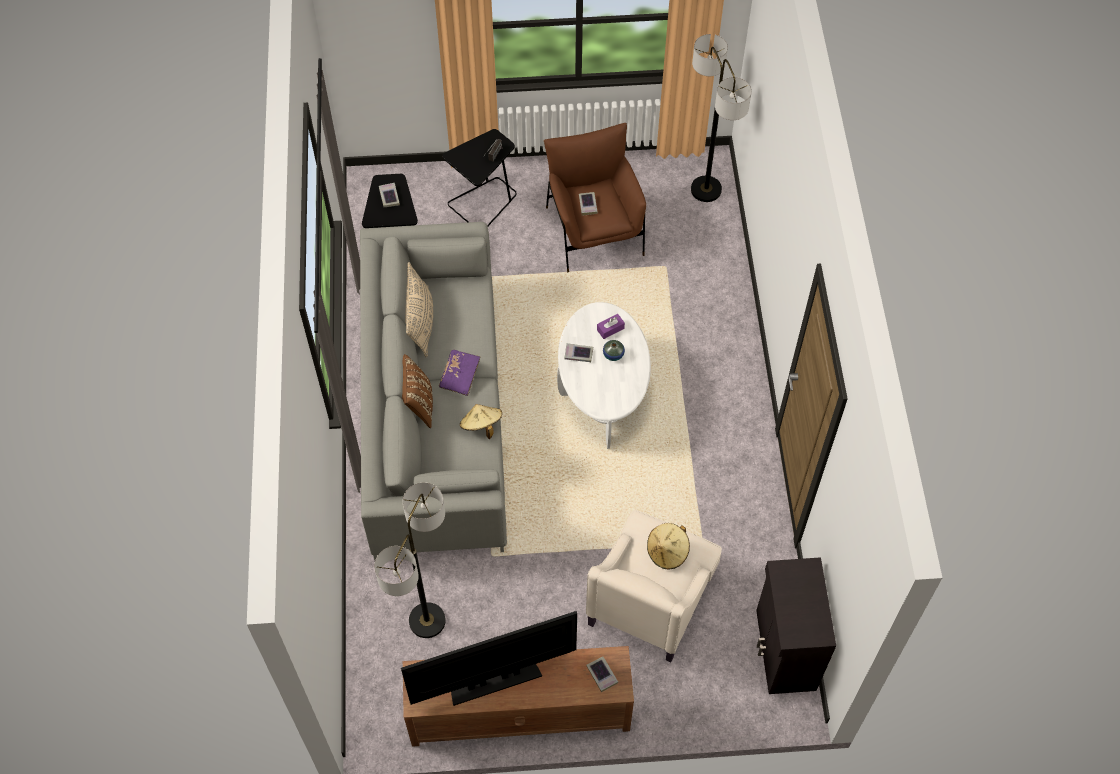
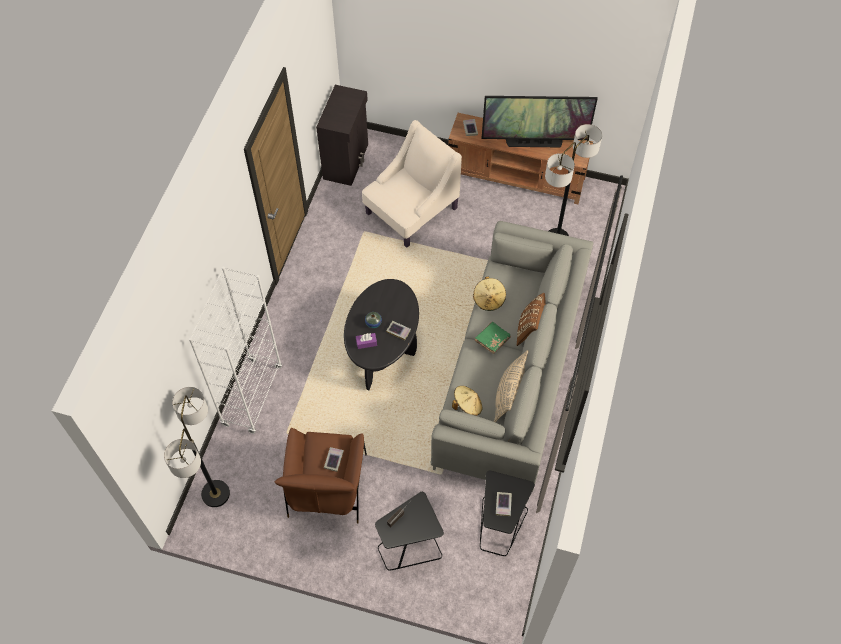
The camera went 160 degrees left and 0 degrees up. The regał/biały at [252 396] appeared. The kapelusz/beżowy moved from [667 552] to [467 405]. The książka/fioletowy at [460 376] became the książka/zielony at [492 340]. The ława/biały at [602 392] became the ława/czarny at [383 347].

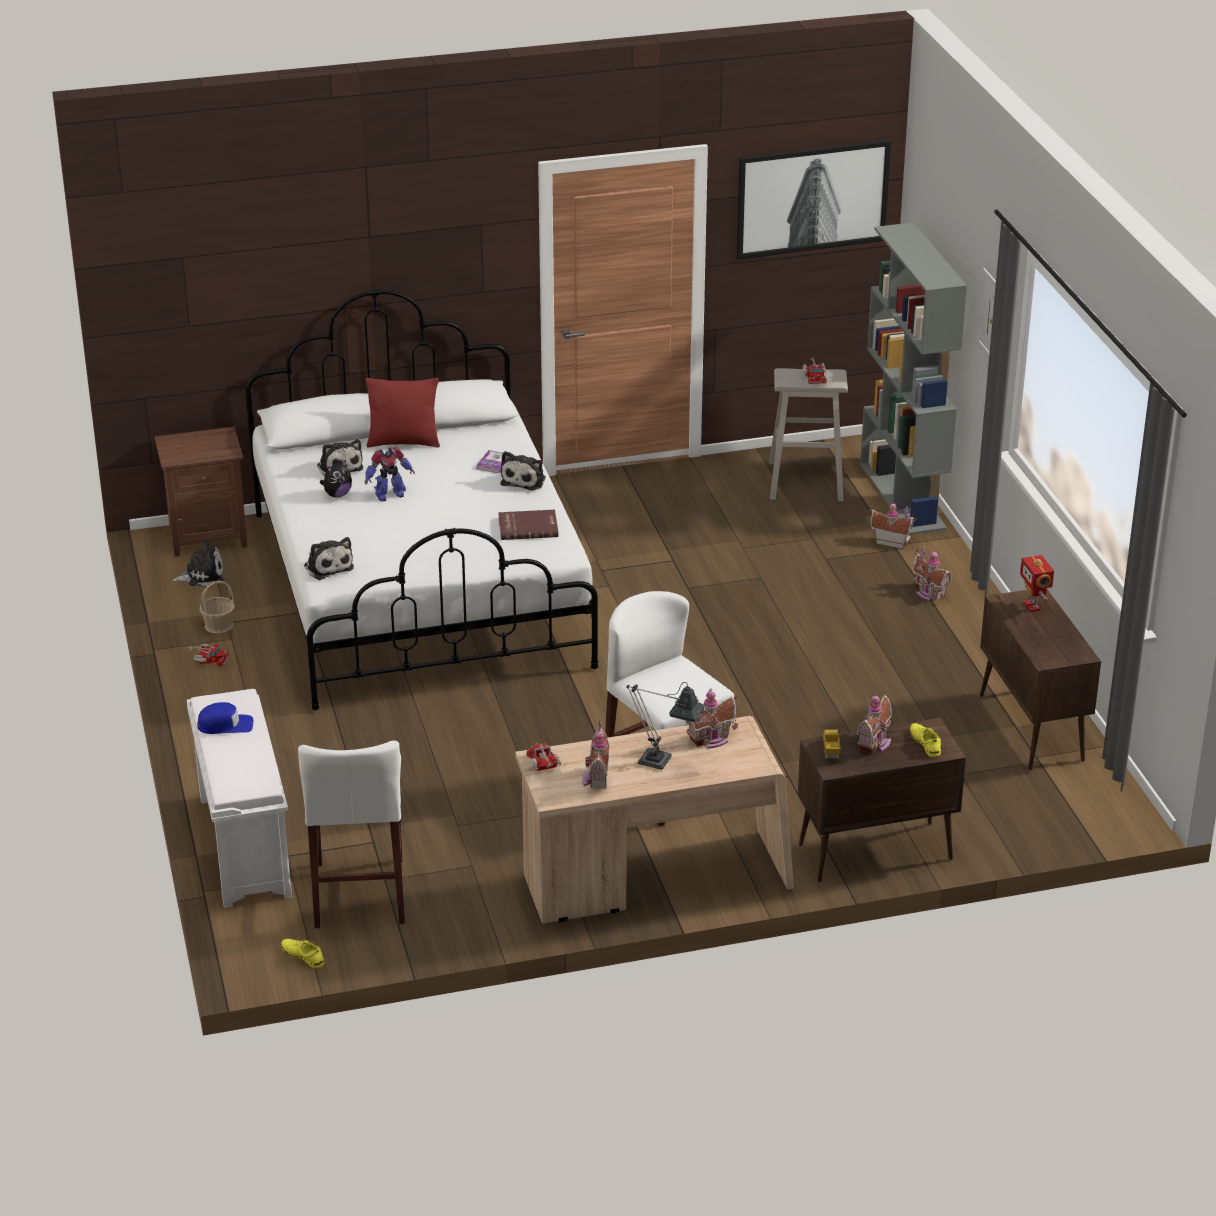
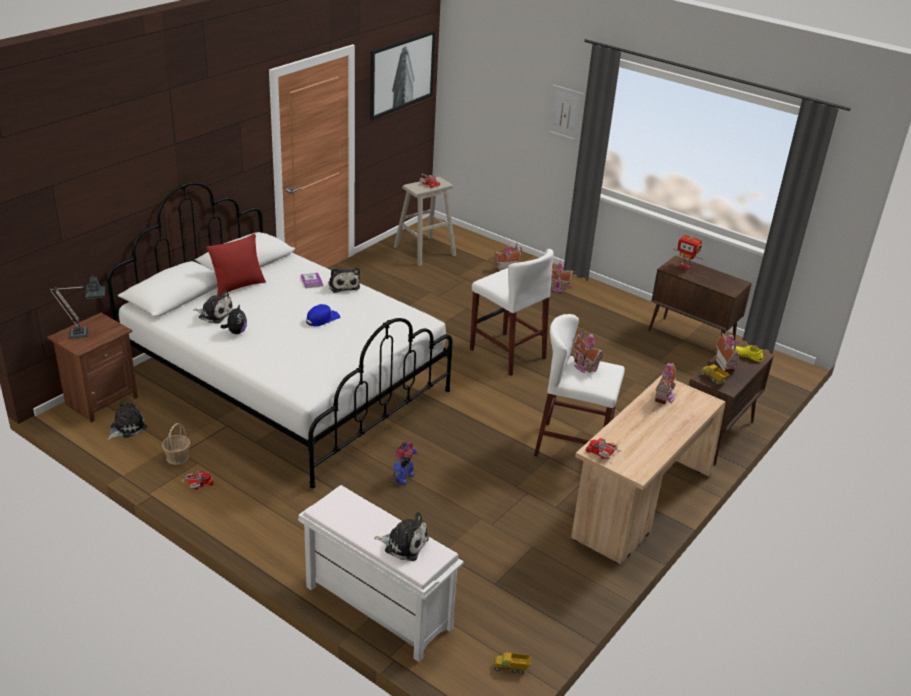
The camera went 40 degrees left and 0 degrees up. The książka/czerwony at [528 527] disappeared. The regał/szary at [903 496] disappeared. The czapka z daszkiem/niebieski moved from [225 725] to [322 319]. The stołek/biały moved from [359 892] to [507 353]. The pluszak moved from [327 566] to [404 544]. The robot zabawkowy moved from [389 495] to [403 477]. The domek moved from [595 778] to [584 366]. The lampa stołowa moved from [662 762] to [84 333]. The but/żółty at [302 955] was replaced by the ciężarówka zabawkowa at [511 668].

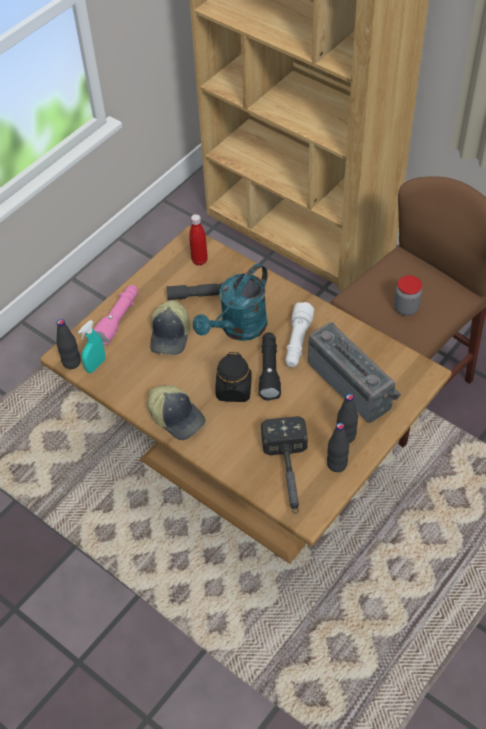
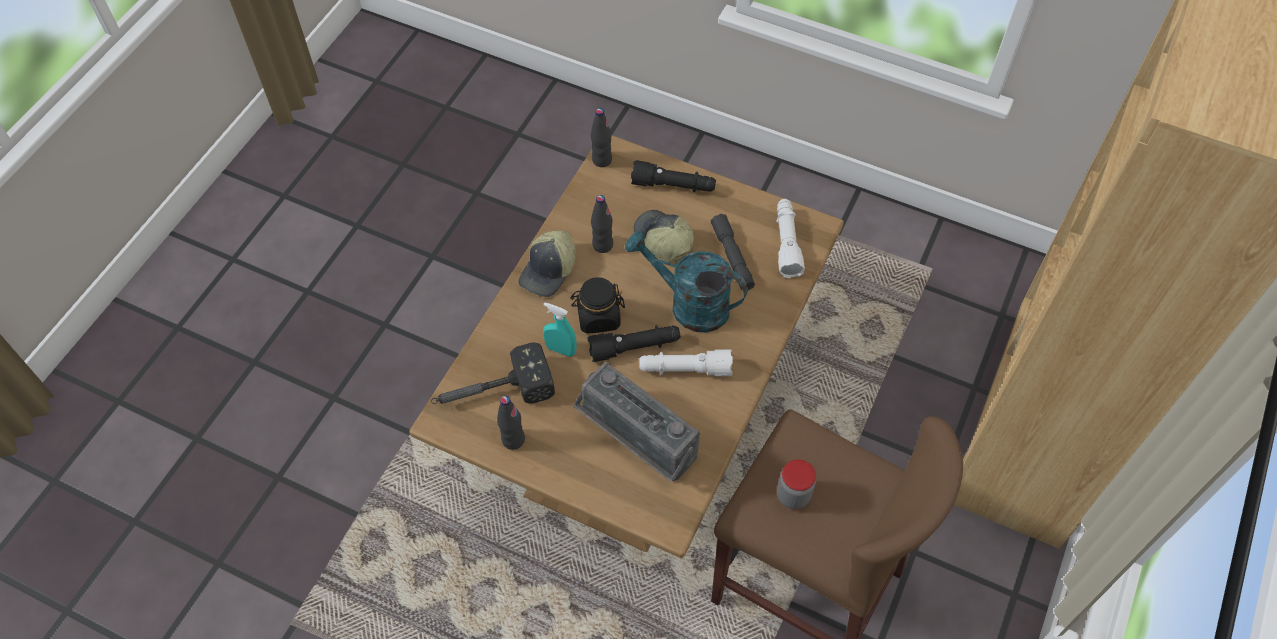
The camera went 75 degrees right and 5 degrees up. The spryskiwacz/turkusowy moved from [95 365] to [561 350]. The butelka/czarny moved from [345 436] to [602 245]. The butelka/czerwony at [199 260] was replaced by the latarka/biały at [786 243]. The latarka/różowy at [118 319] became the latarka/czarny at [673 186]. The czapka z daszkiem at [171 335] turned 60 degrees clockwise. The radio at [353 383] turned 90 degrees clockwise.

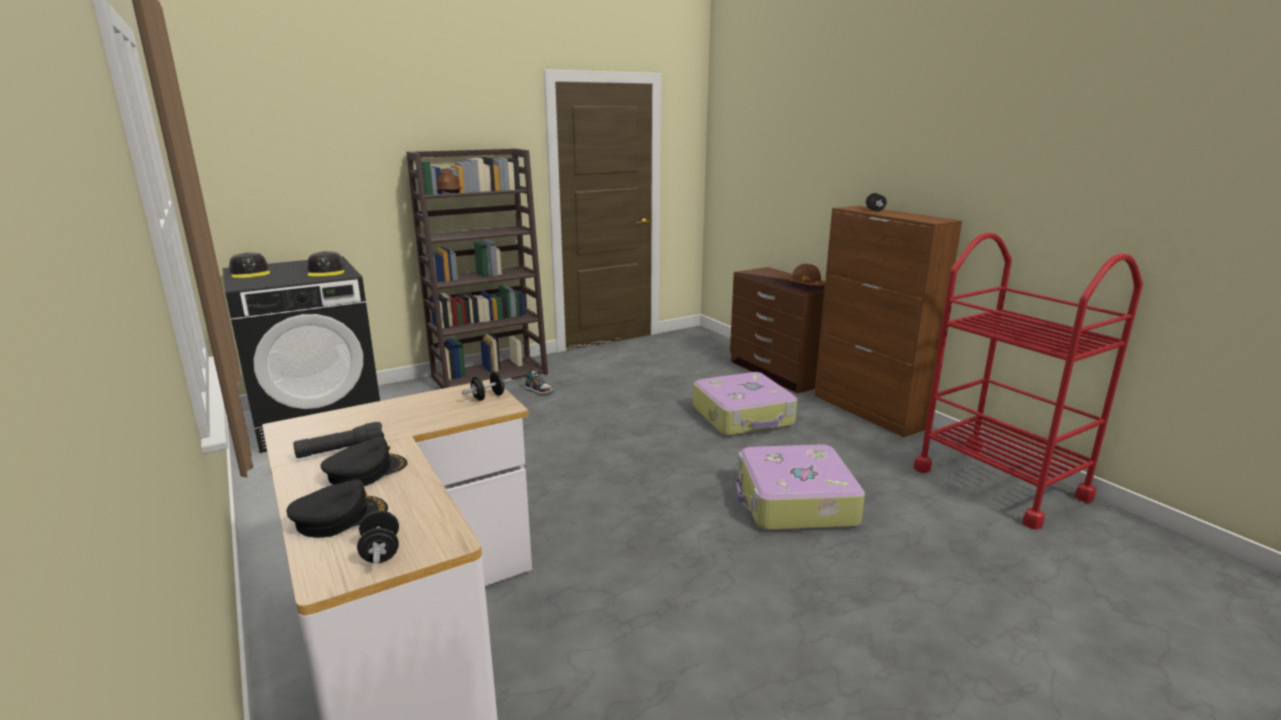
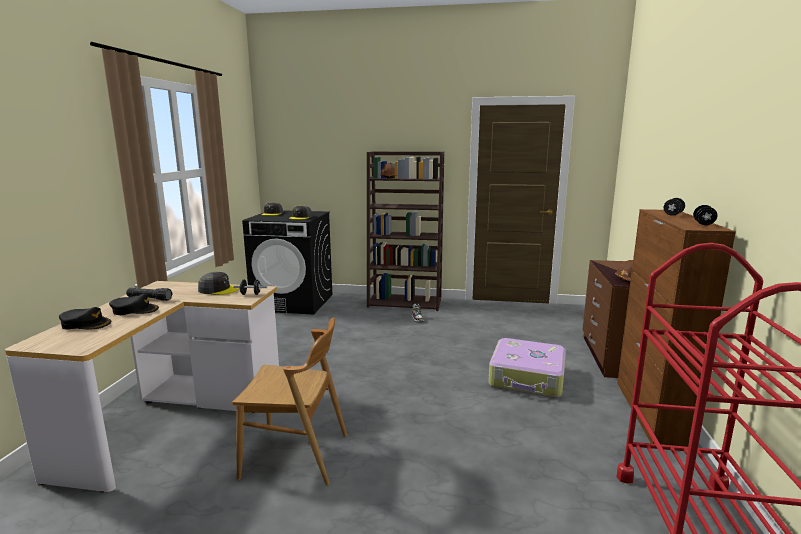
The camera went 40 degrees right and 5 degrees down. The walizka at [794 503] disappeared. The czapka z daszkiem/szary at [219 289] appeared. The krzesło/brązowy at [296 455] appeared. The hantel/czarny moved from [381 552] to [703 224].

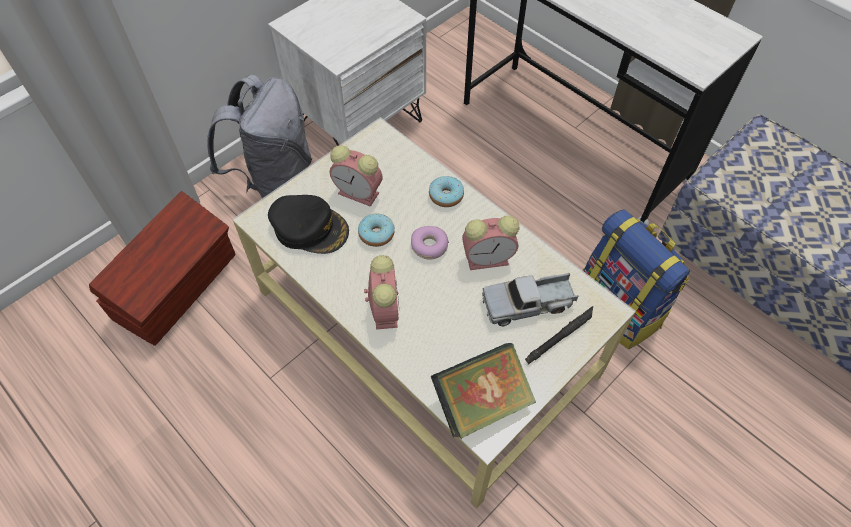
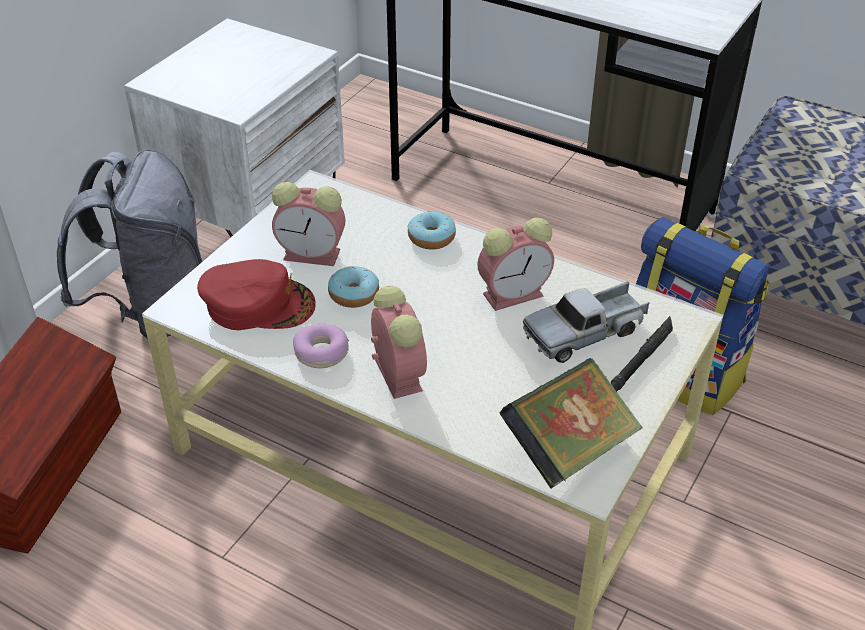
The camera went 15 degrees left and 15 degrees down. The donut moved from [429 246] to [321 353]. The czapka z daszkiem/czarny at [310 228] became the czapka z daszkiem/czerwony at [258 304].

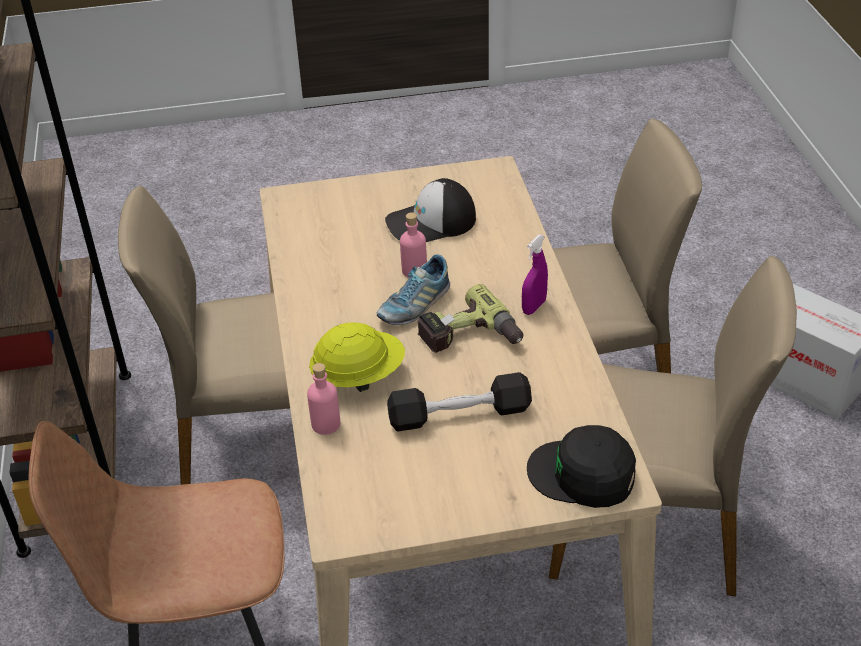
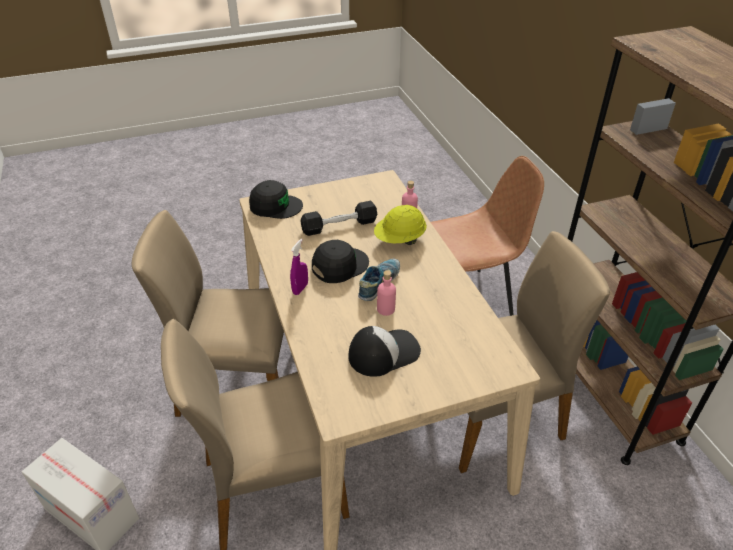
The camera went 170 degrees right and 0 degrees up. The wiertarka at [470 338] was replaced by the czapka z daszkiem/czarny at [339 266].

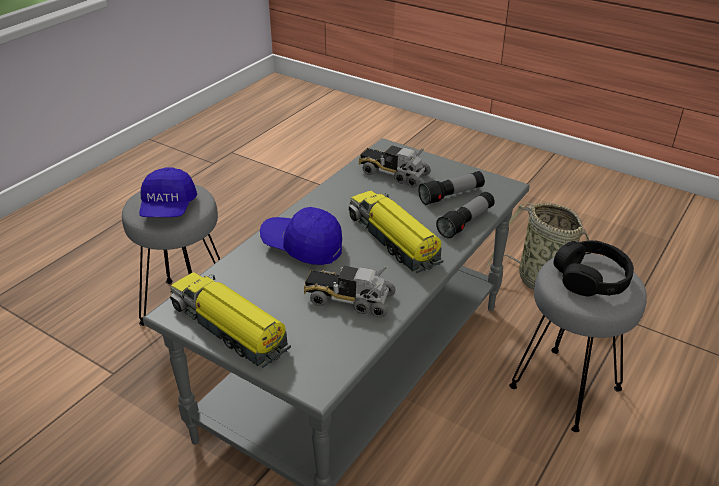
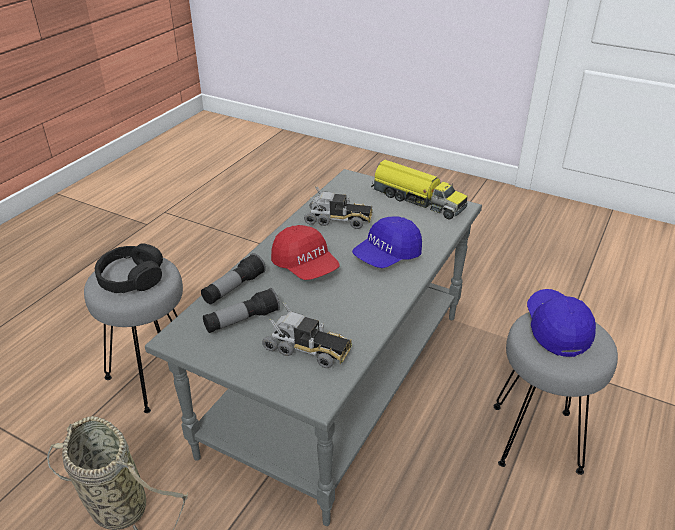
The camera went 175 degrees right and 0 degrees up. The ciężarówka zabawkowa at [394 240] was replaced by the czapka z daszkiem/czerwony at [305 266]. The czapka z daszkiem/niebieski at [302 247] turned 120 degrees clockwise.

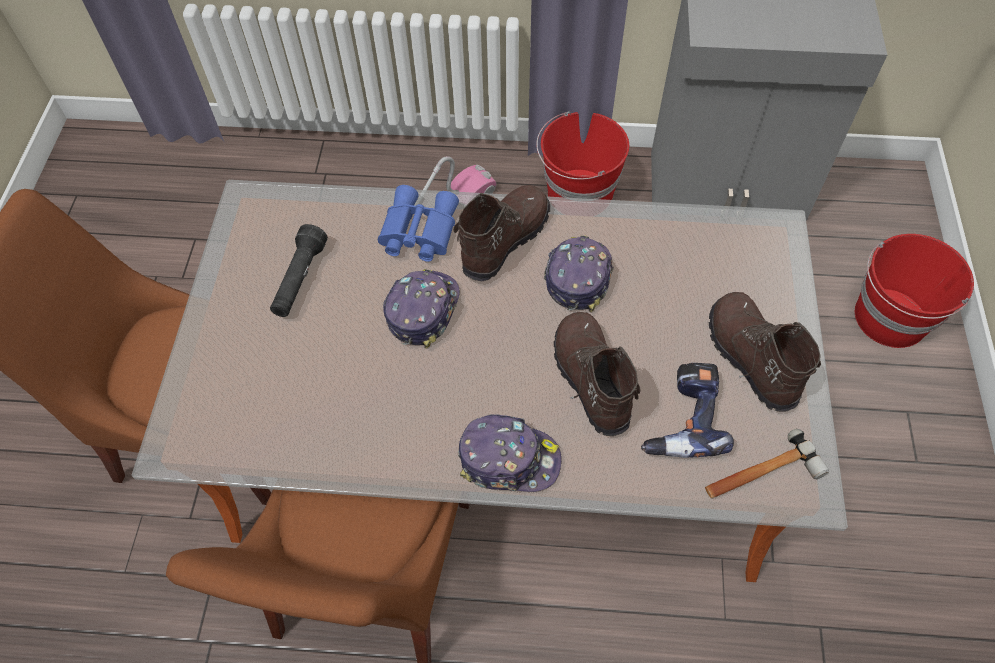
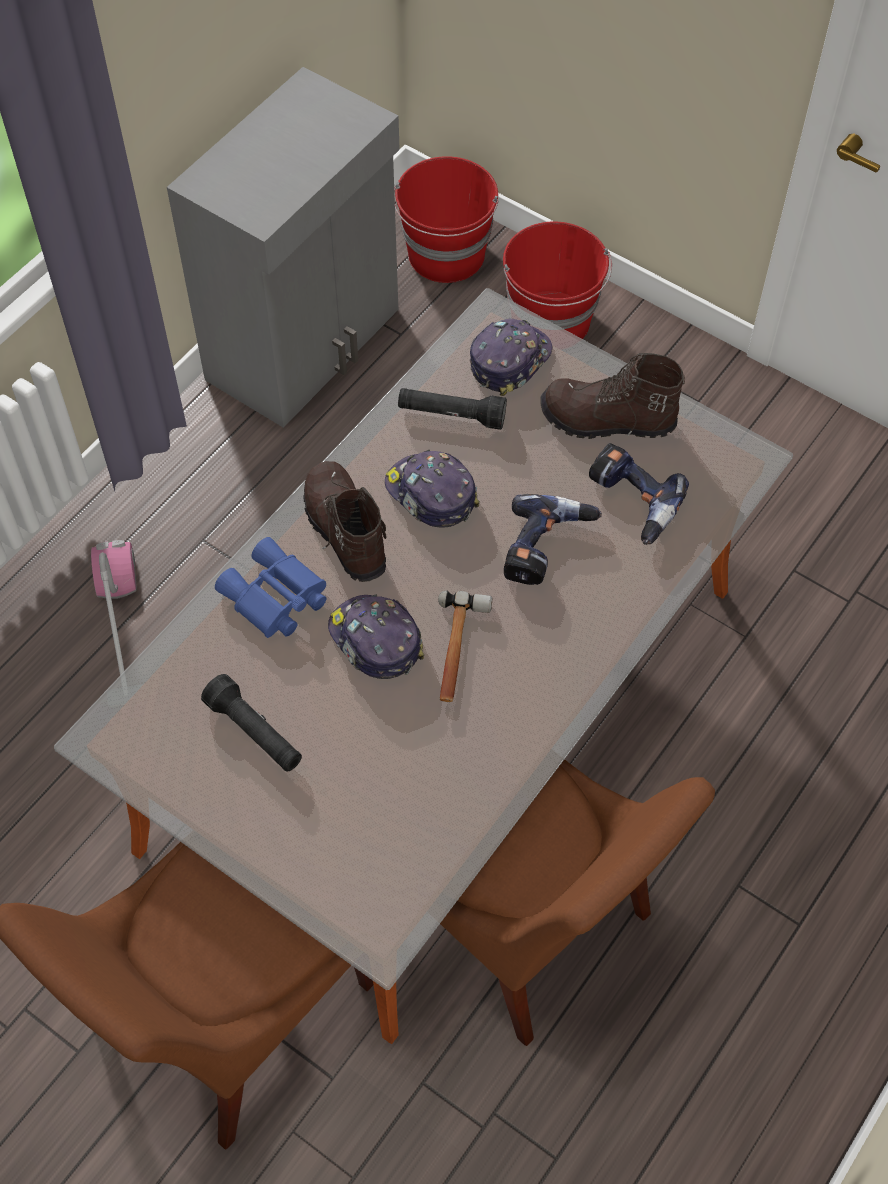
The camera went 60 degrees left and 0 degrees up. The latarka/czarny at [451 415] appeared. The czapka z daszkiem moved from [508 459] to [509 360]. The wiadro/czerwony moved from [578 194] to [446 255]. The młotek moved from [760 475] to [457 650]. The but z cholewką/brązowy at [589 380] was replaced by the wiertarka at [547 548].

